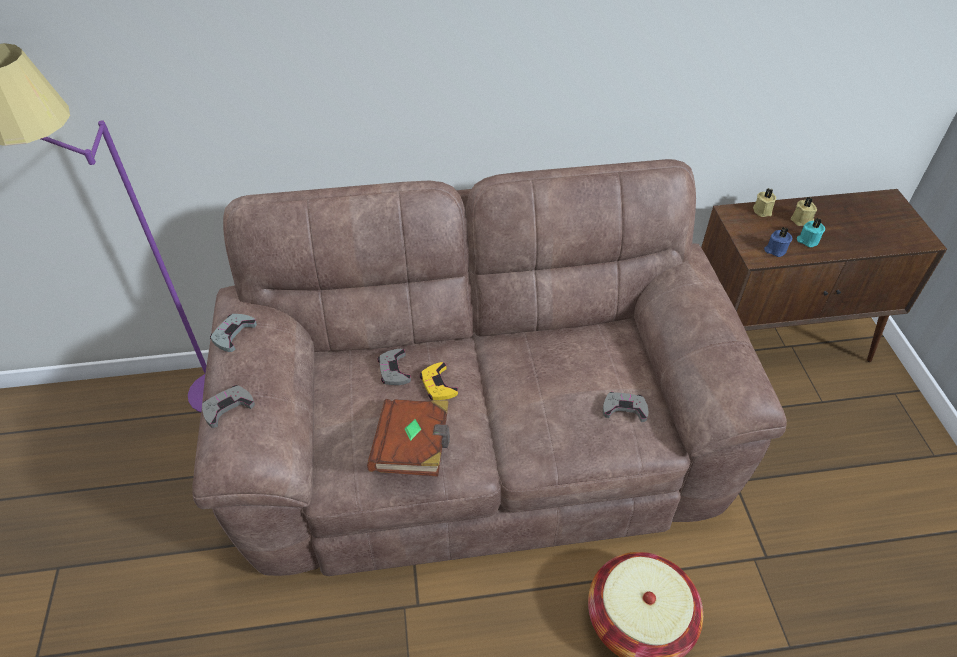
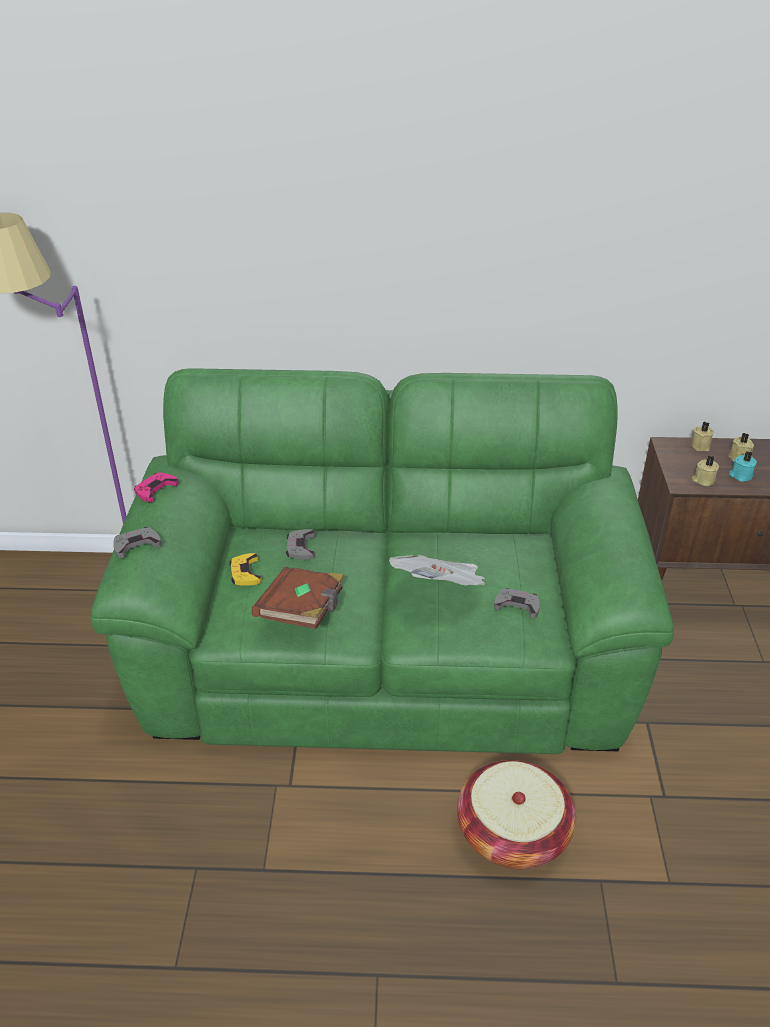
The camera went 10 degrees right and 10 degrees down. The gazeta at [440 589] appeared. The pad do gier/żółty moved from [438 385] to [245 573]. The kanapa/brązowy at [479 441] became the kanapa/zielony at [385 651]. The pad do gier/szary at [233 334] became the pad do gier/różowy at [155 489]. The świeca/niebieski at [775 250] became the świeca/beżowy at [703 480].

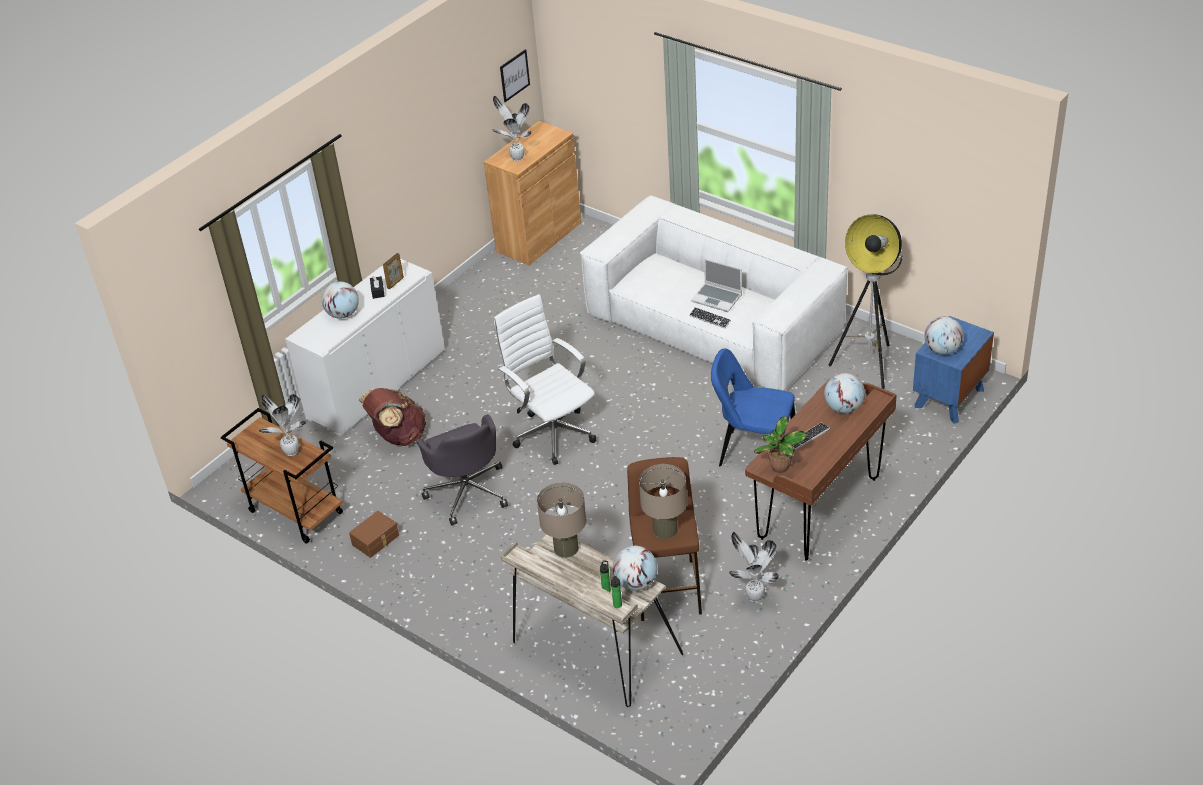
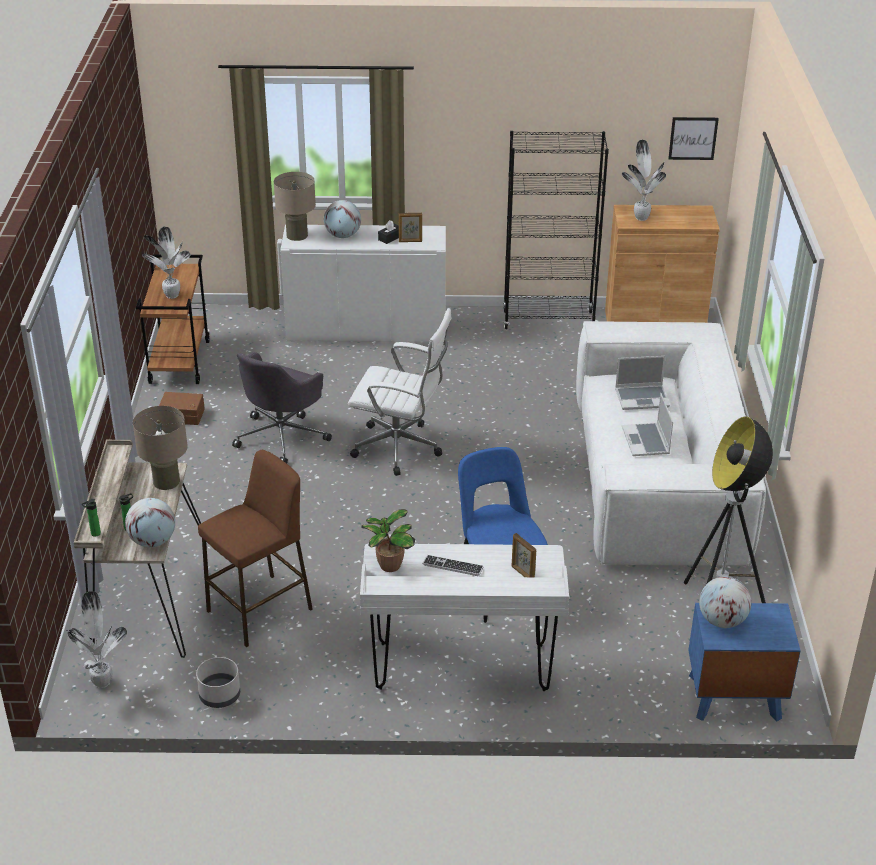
The camera went 50 degrees right and 5 degrees down. The plecak/brązowy at [398 436] disappeared. The klawiatura at [710 318] disappeared. The donica/szary at [219 695] appeared. The regał/czarny at [548 320] appeared. The laptop at [642 398] appeared. The lampa stołowa/beżowy moved from [665 529] to [297 235]. The roślina doniczkowa moved from [753 596] to [102 681]. The globus at [844 408] was replaced by the ramka na zdjęcie at [522 574]. The biurko/brązowy at [819 509] became the biurko/biały at [462 667]. The krzesło biurowe/biały at [552 433] turned 90 degrees clockwise.

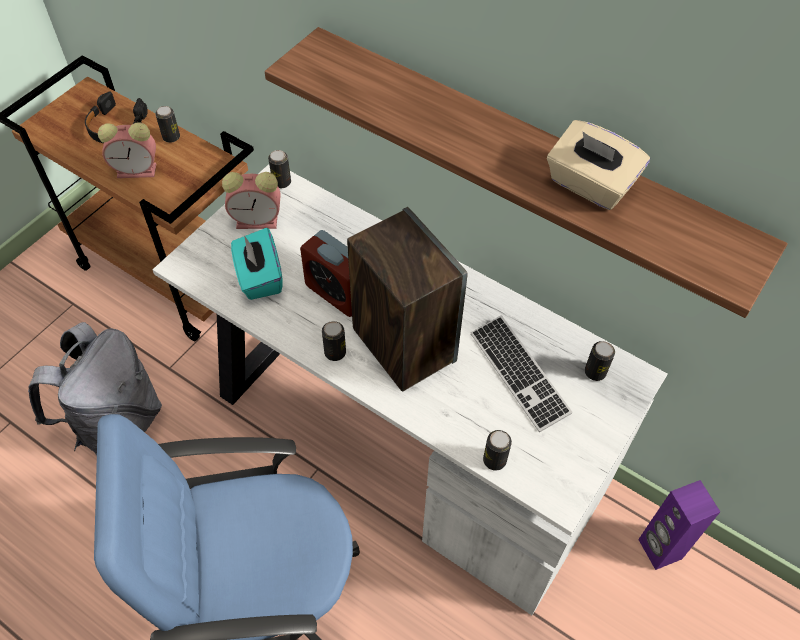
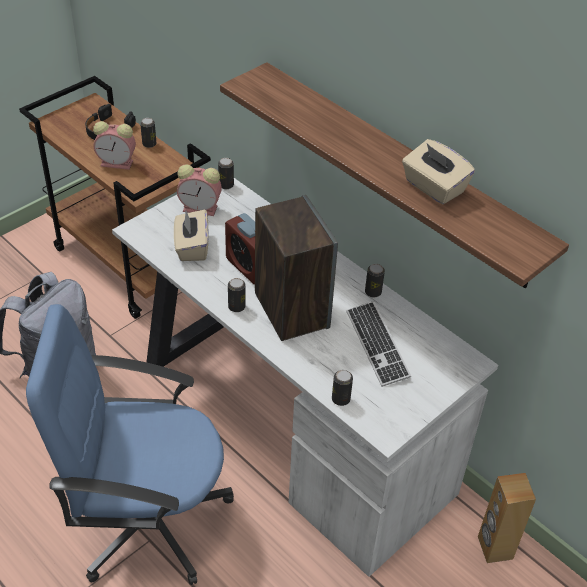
The camera went 10 degrees right and 10 degrees down. The puszka moved from [595 372] to [373 292]. The pudełko chusteczek/turkusowy at [259 277] became the pudełko chusteczek/beżowy at [192 247]. The głośnik/fioletowy at [659 549] became the głośnik/brązowy at [494 548].

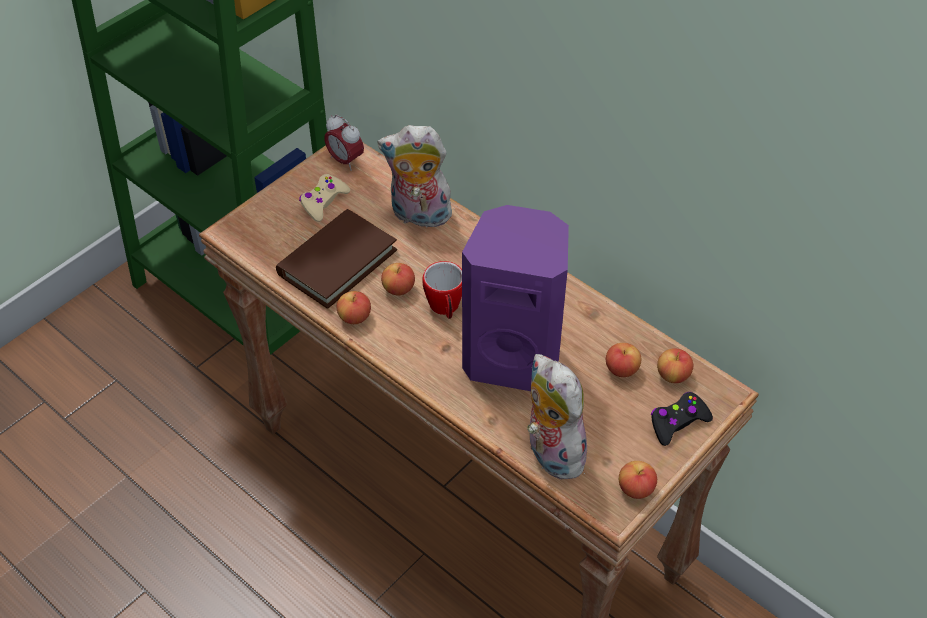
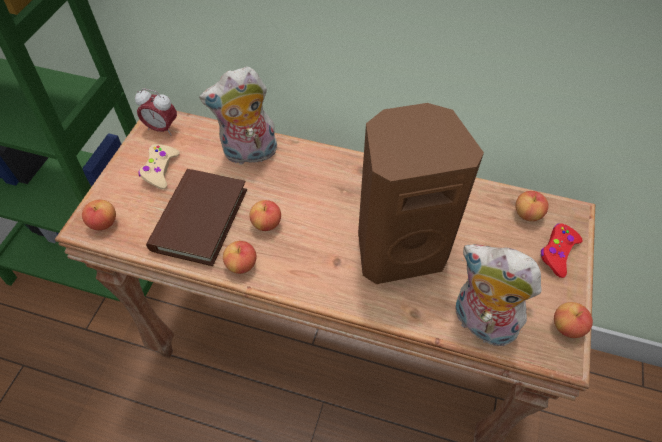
The camera went 25 degrees left and 5 degrees up. The kubek at [445 309] disappeared. The jabłko moved from [621 369] to [104 223]. The głośnik/fioletowy at [514 358] became the głośnik/brązowy at [398 248]. The pad do gier/czarny at [677 422] became the pad do gier/czerwony at [557 252].

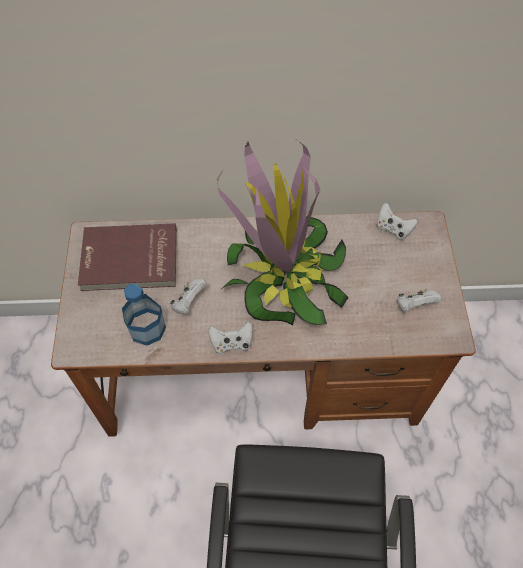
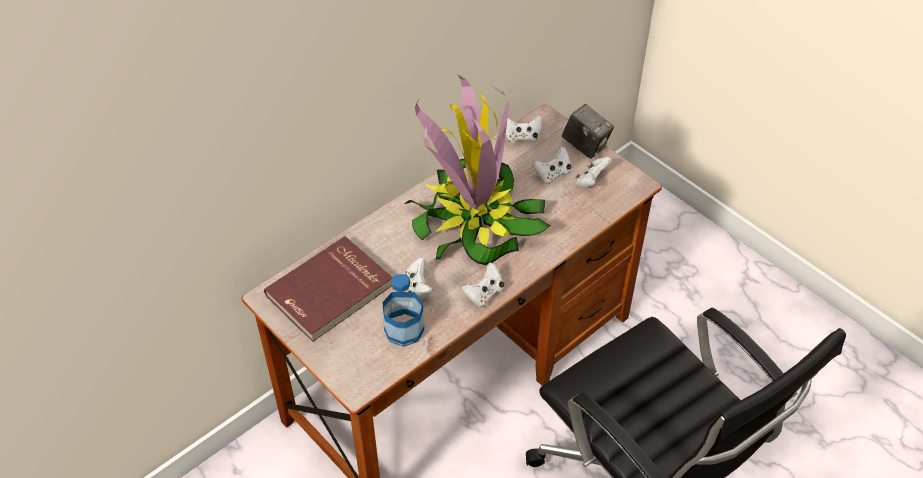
The camera went 40 degrees left and 10 degrees down. The pad do gier/biały at [552 174] appeared. The aparat fotograficzny at [585 146] appeared.

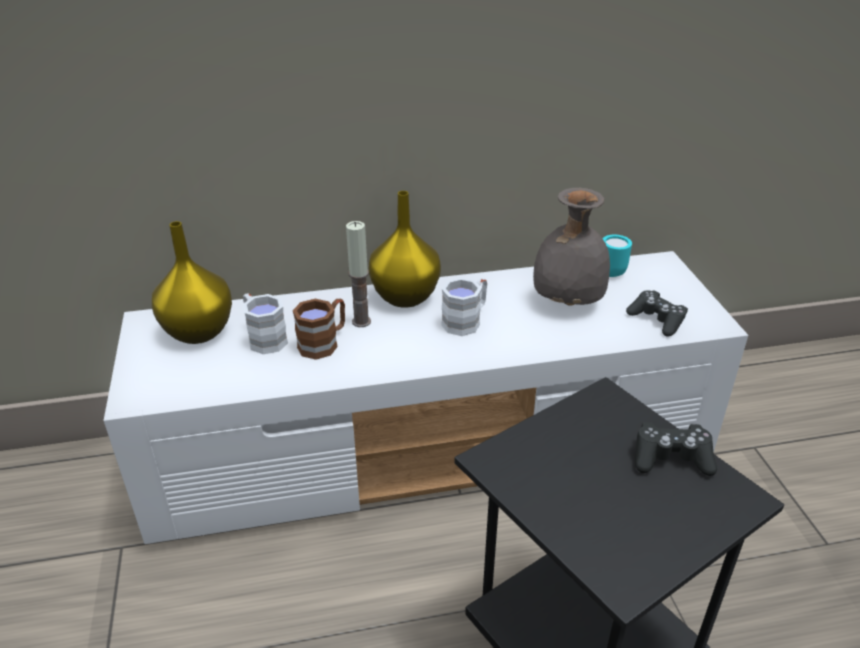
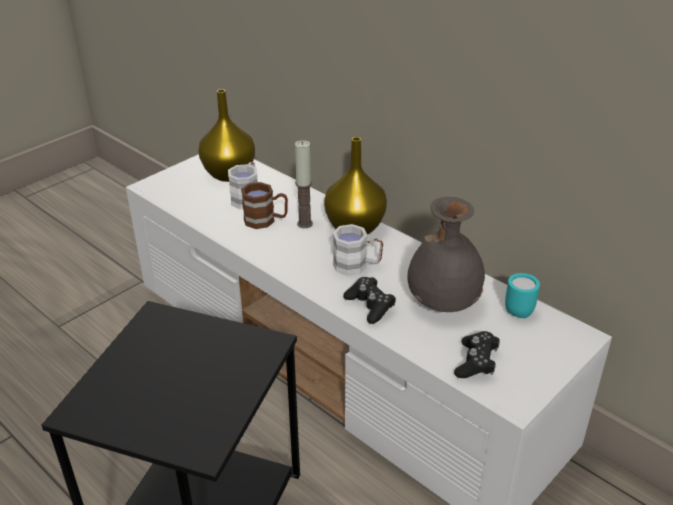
The camera went 55 degrees right and 0 degrees up. The pad do gier/czarny moved from [671 458] to [370 306].

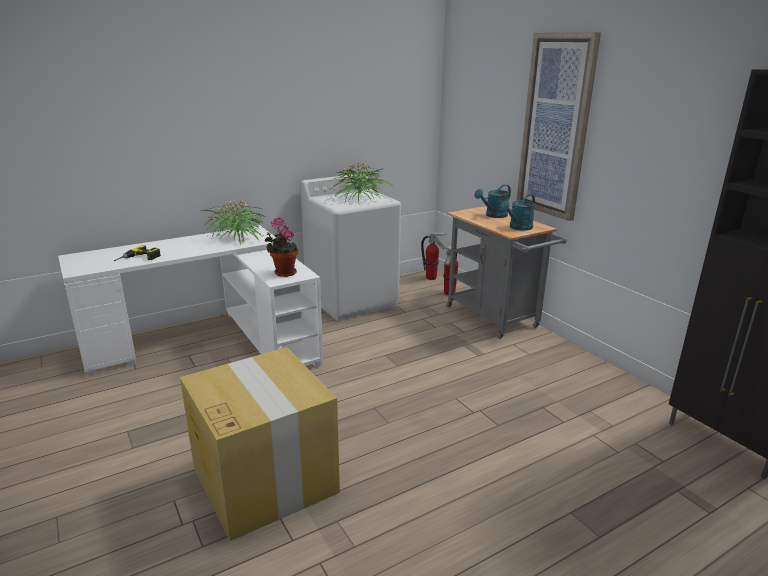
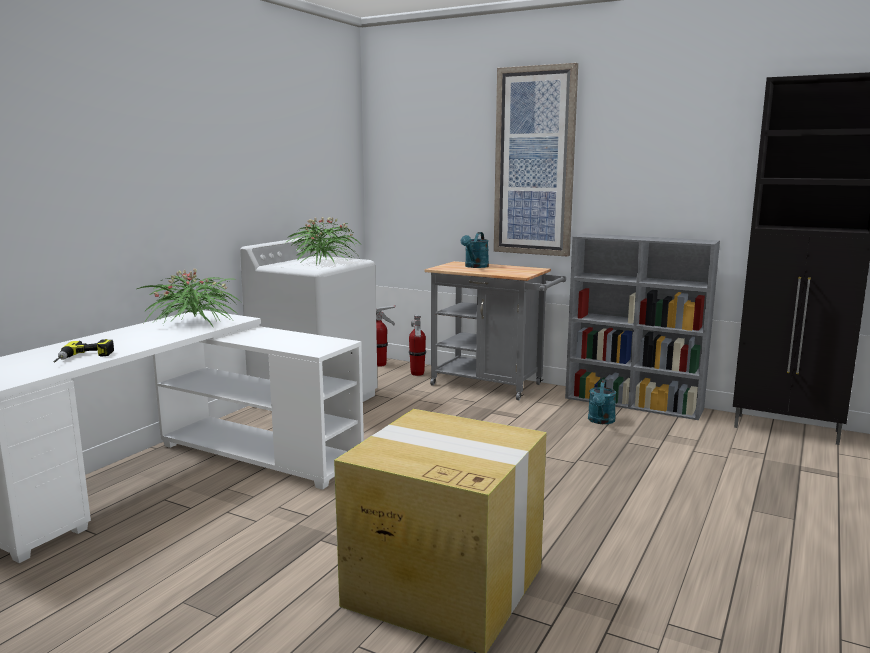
The camera went 30 degrees left and 10 degrees down. The roślina doniczkowa at [283 273] disappeared. The regał/szary at [634 403] appeared. The konewka/turkusowy moved from [518 228] to [601 421].

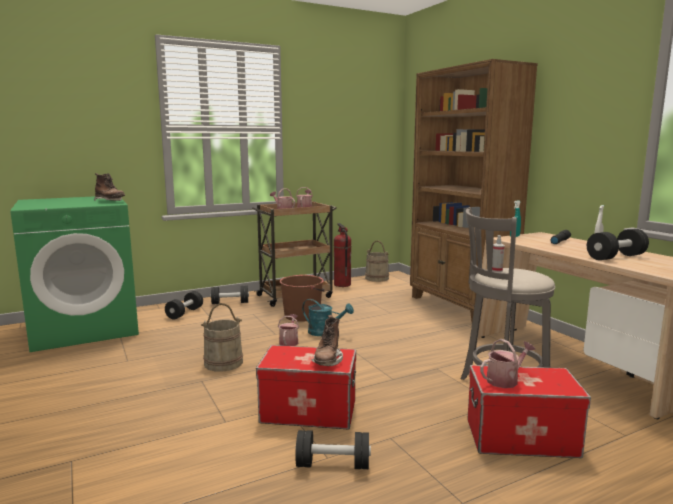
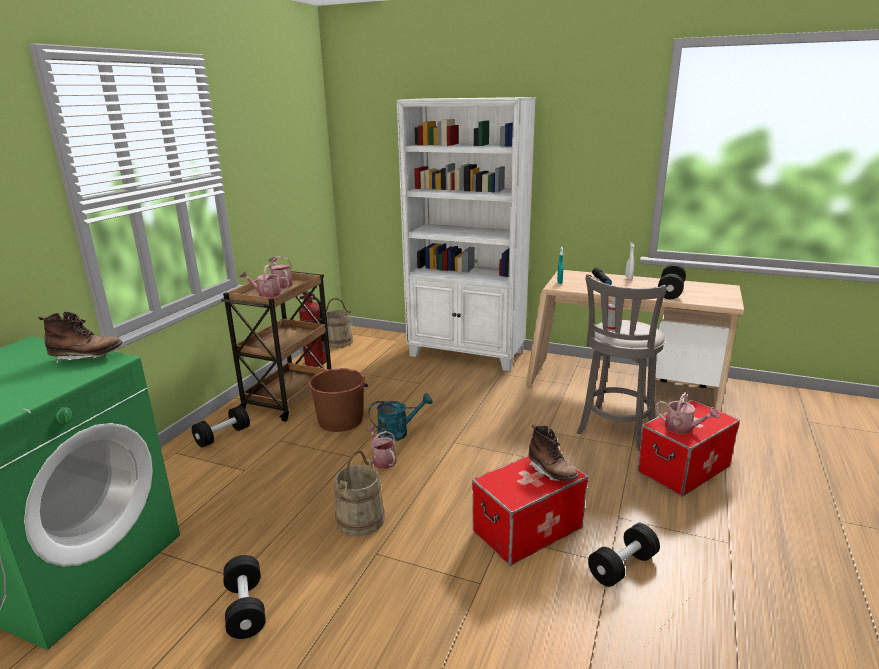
The camera went 40 degrees left and 10 degrees up. The hantel/czarny moved from [185 313] to [246 608]. The regał/brązowy at [460 307] became the regał/biały at [467 354]. The konewka at [505 380] turned 105 degrees clockwise.

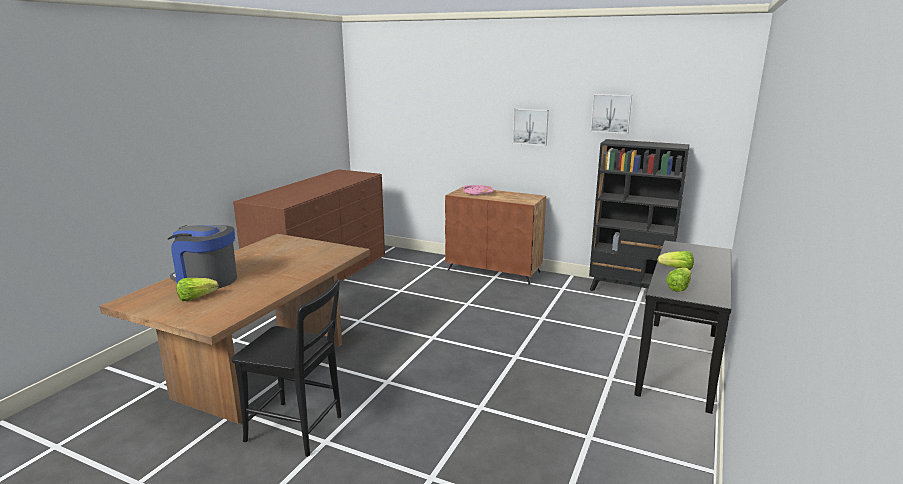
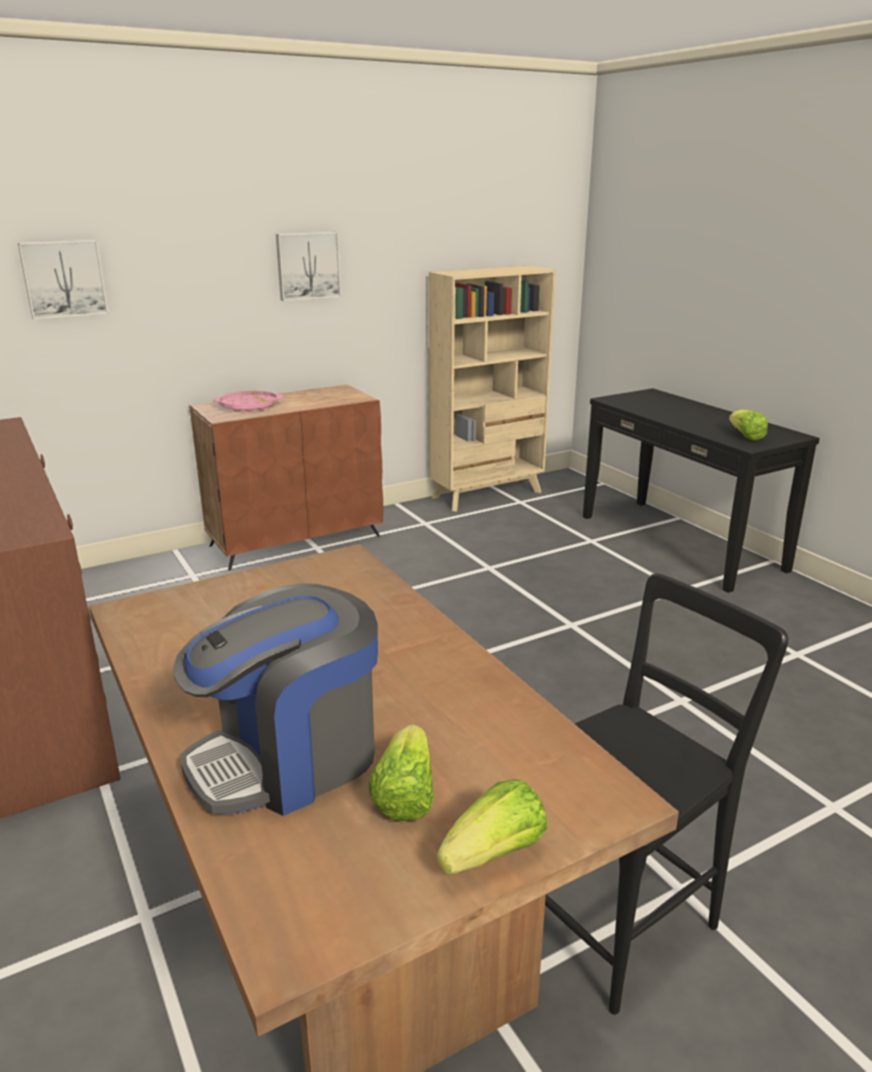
The camera went 55 degrees left and 5 degrees up. The obraz moved from [611 113] to [64 278]. The sałata moved from [676 269] to [495 854]. The regał/czarny at [628 291] became the regał/beżowy at [488 495].

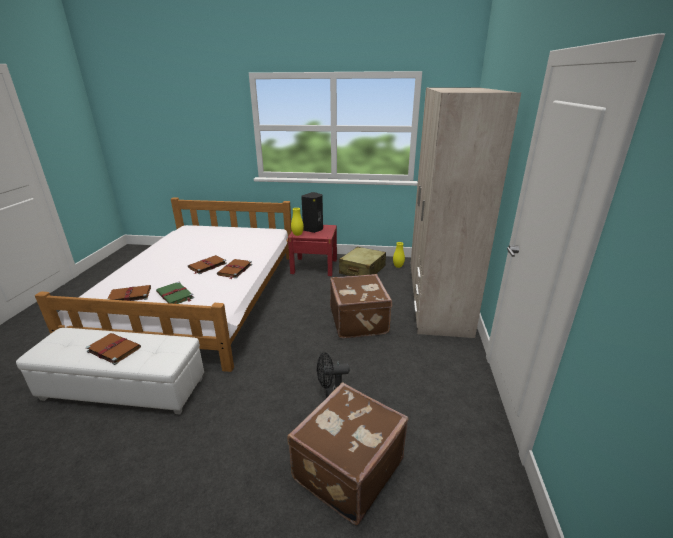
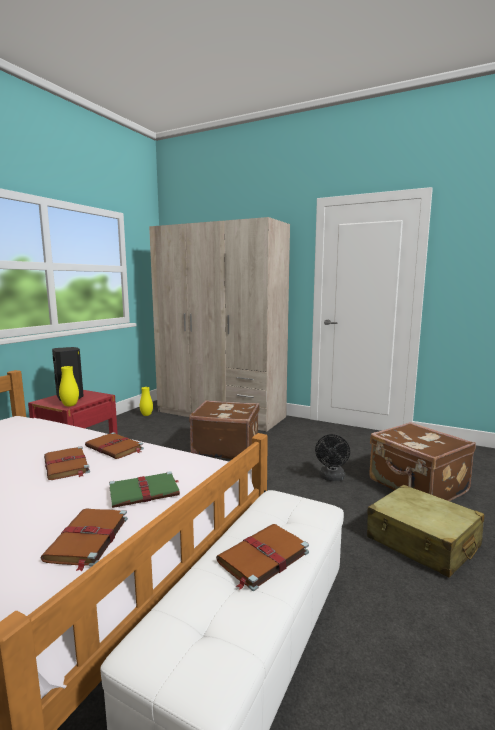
The camera went 70 degrees left and 15 degrees down. The walizka/beżowy moved from [362 270] to [422 542].

